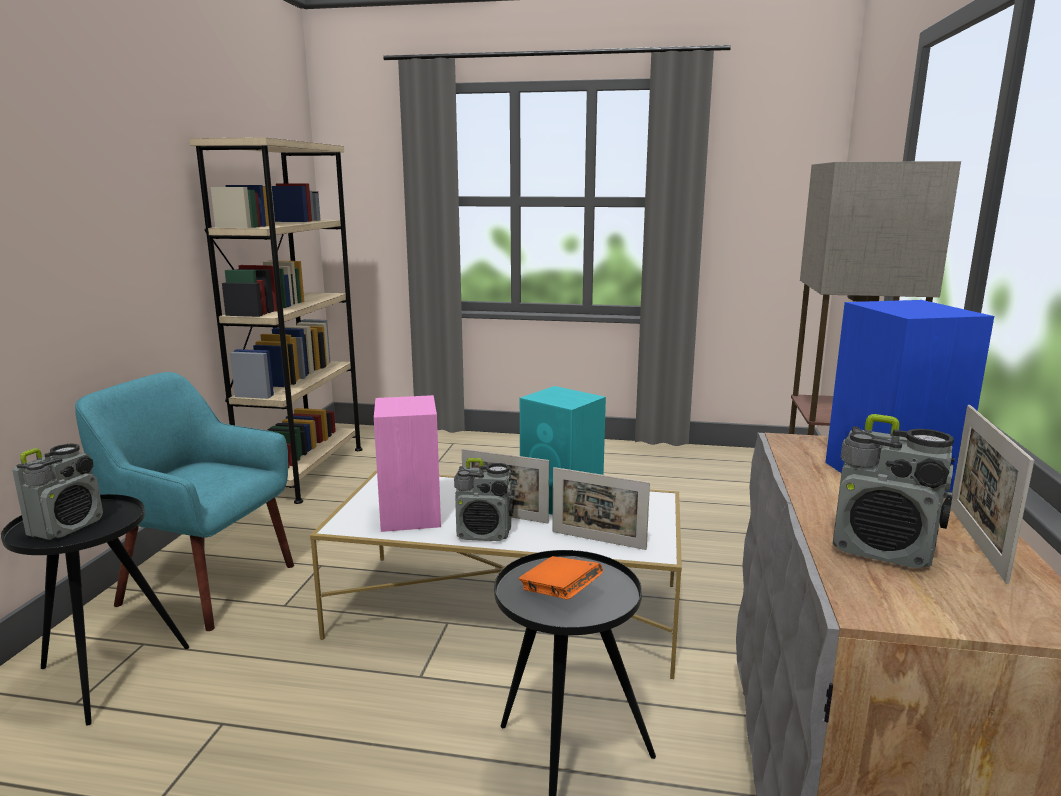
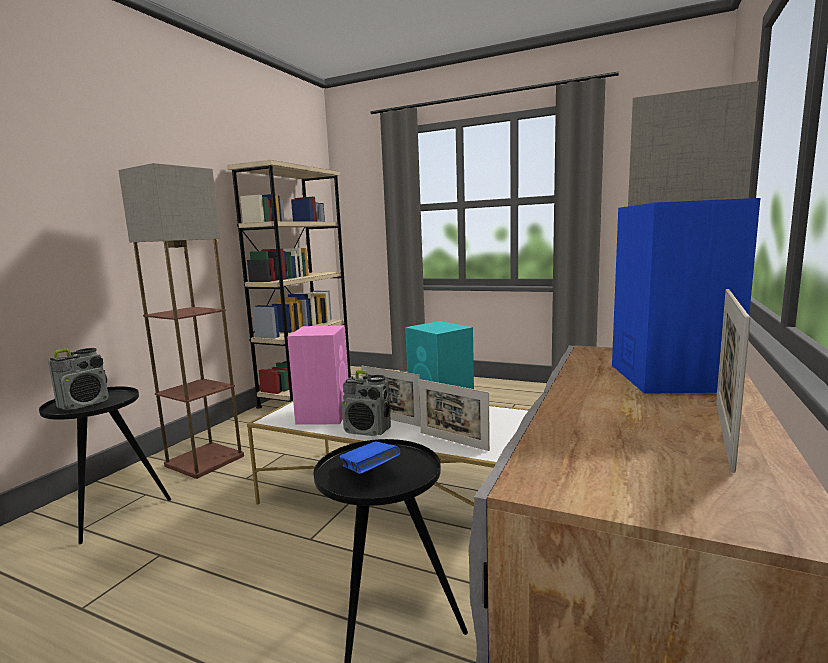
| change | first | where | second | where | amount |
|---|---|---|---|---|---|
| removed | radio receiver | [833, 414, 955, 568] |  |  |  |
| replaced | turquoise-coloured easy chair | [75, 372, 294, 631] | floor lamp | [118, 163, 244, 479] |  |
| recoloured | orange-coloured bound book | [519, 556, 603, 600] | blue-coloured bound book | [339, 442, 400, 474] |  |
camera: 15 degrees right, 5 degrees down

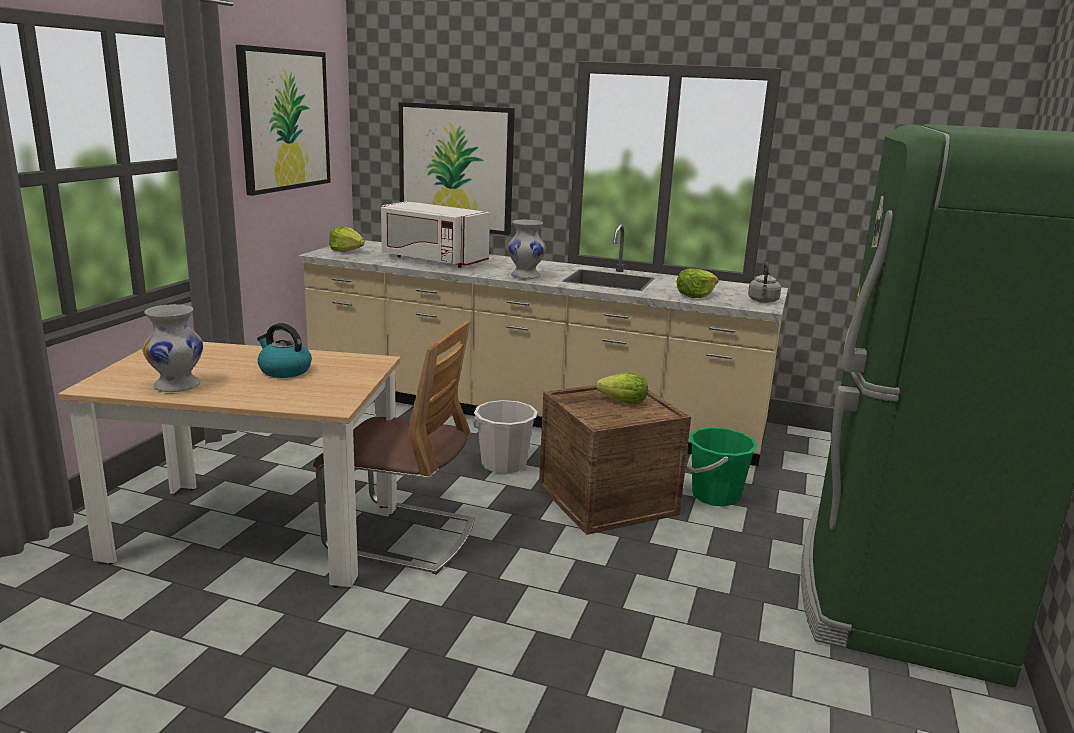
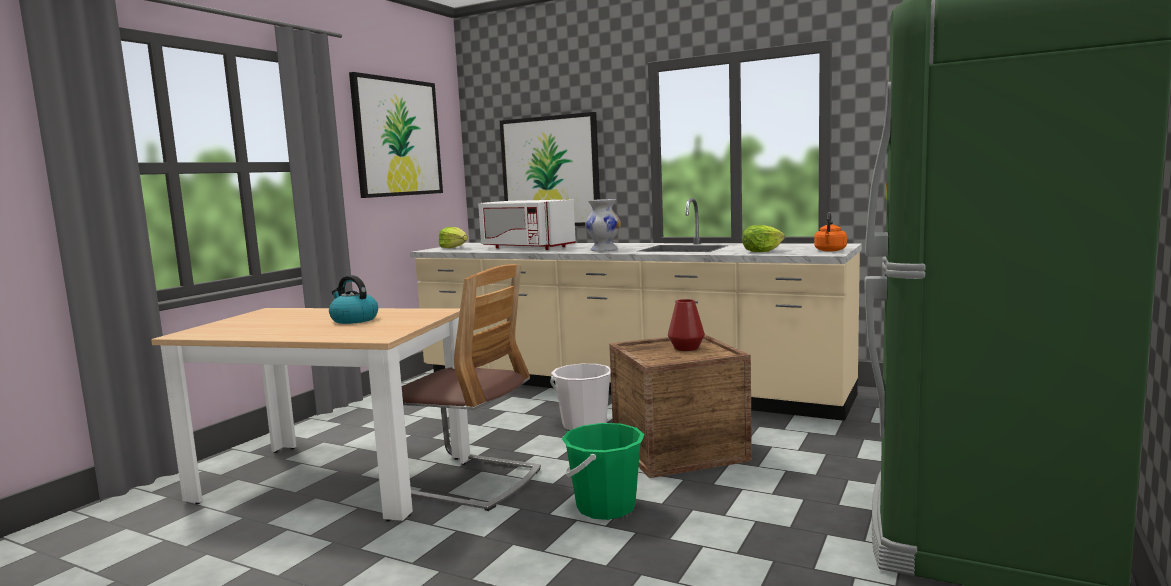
| change | first | where | second | where | amount |
|---|---|---|---|---|---|
| removed | white-coloured flower vase | [142, 304, 203, 392] |  |  |  |
| moved | green-coloured bucket | [687, 427, 758, 507] |  | [562, 423, 644, 520] |  |
| replaced | lettuce | [596, 373, 648, 405] | red-coloured flower vase | [668, 299, 705, 351] |  |
| recoloured | greyish tea kettle | [748, 262, 781, 303] | orange-coloured tea kettle | [814, 212, 847, 251] |  |
camera: 10 degrees right, 10 degrees down

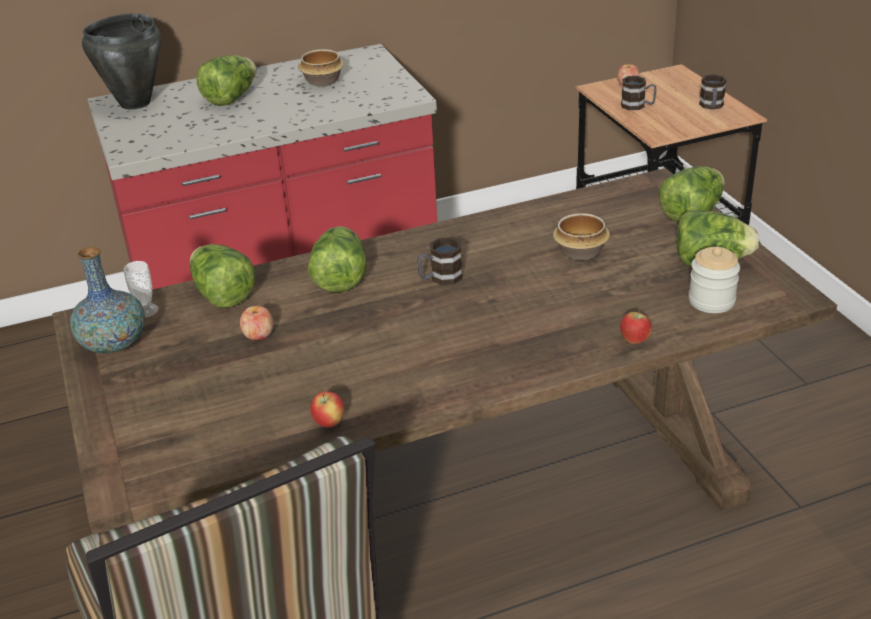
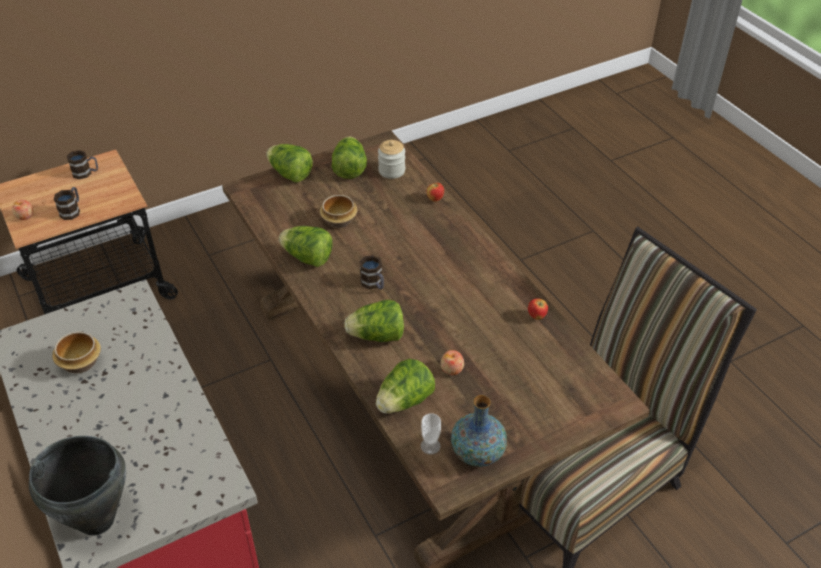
| change | first | where | second | where | amount |
|---|---|---|---|---|---|
| moved | lettuce | [197, 55, 256, 106] |  | [279, 226, 333, 267] |  |
camera: 100 degrees left, 10 degrees up

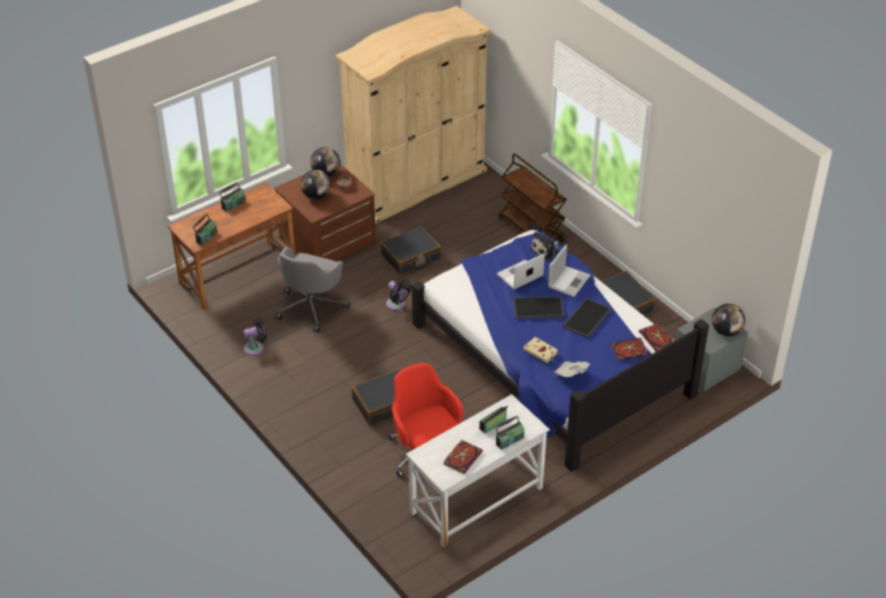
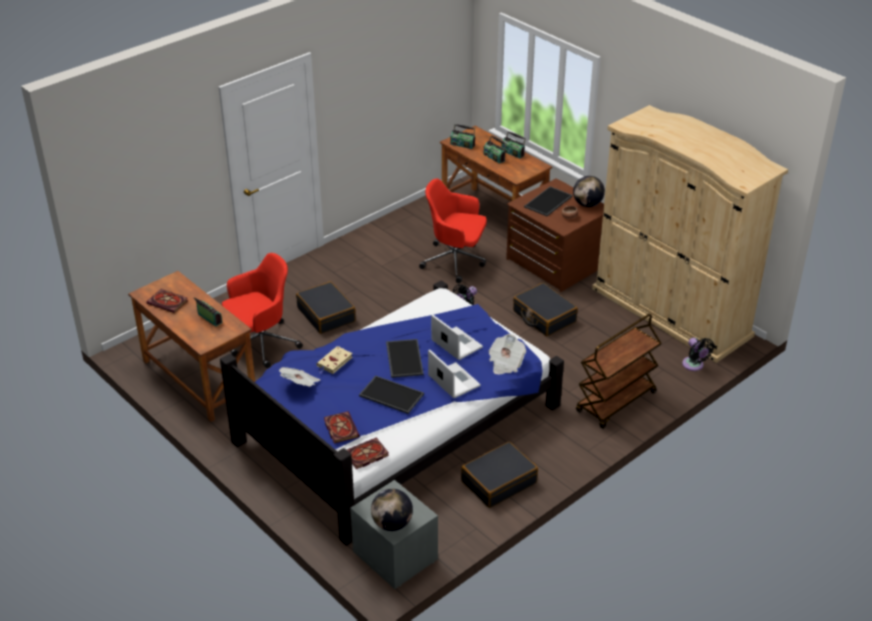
| change | first | where | second | where | amount |
|---|---|---|---|---|---|
| moved | black fan | [244, 317, 267, 356] |  | [682, 338, 714, 371] |  |
| moved | radio receiver | [496, 415, 525, 450] |  | [484, 135, 507, 164] |  |
| replaced | globe | [301, 169, 331, 200] | serving tray | [524, 186, 573, 216] |  |
| replaced | cuddly toy | [530, 232, 559, 260] | daily paper | [488, 334, 526, 374] |  |
| recoloured | greyish computer chair | [276, 246, 350, 332] | red-coloured computer chair | [419, 178, 487, 283] |  |
| recoloured | white-coloured desk unit | [406, 394, 550, 548] | brown desk unit | [128, 271, 255, 422] |  |
| turned | laptop | [548, 245, 590, 297] |  | [428, 349, 481, 398] | 150 degrees counterclockwise |
camera: 85 degrees right, 5 degrees down

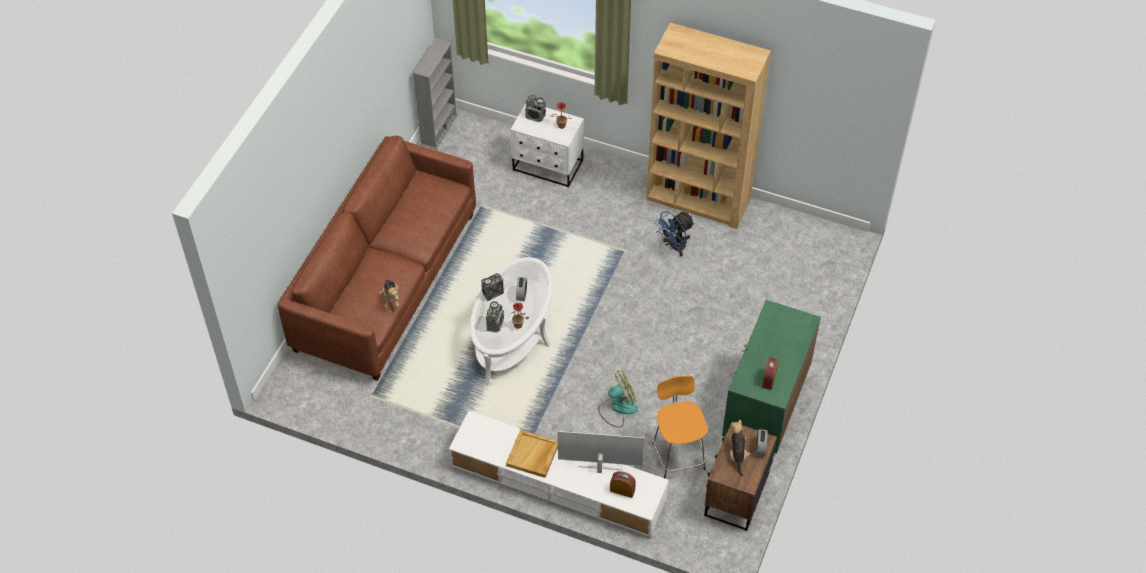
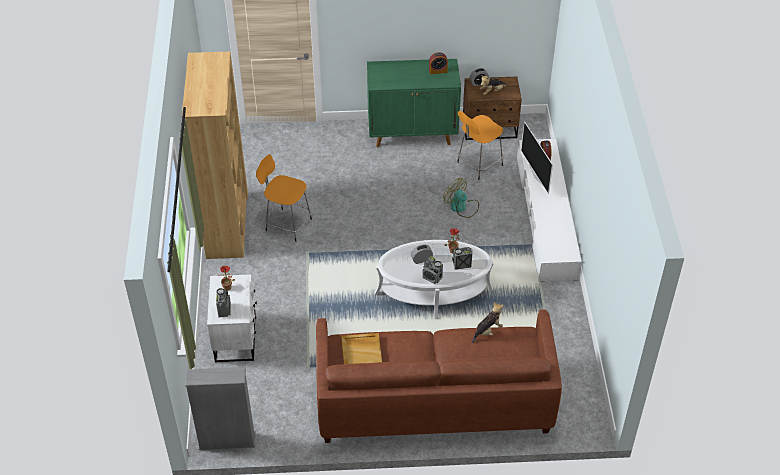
| change | first | where | second | where | amount |
|---|---|---|---|---|---|
| moved | beige-coloured serving tray | [506, 430, 558, 478] |  | [341, 333, 382, 364] |  |
| replaced | blue-coloured fan | [654, 211, 695, 256] | orange-coloured stool | [256, 154, 312, 242] |  |
camera: 115 degrees left, 5 degrees down

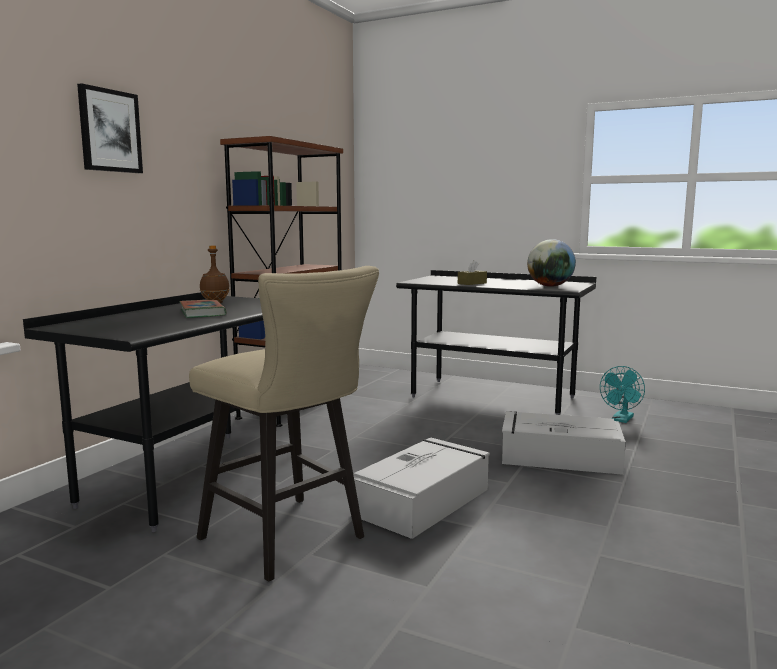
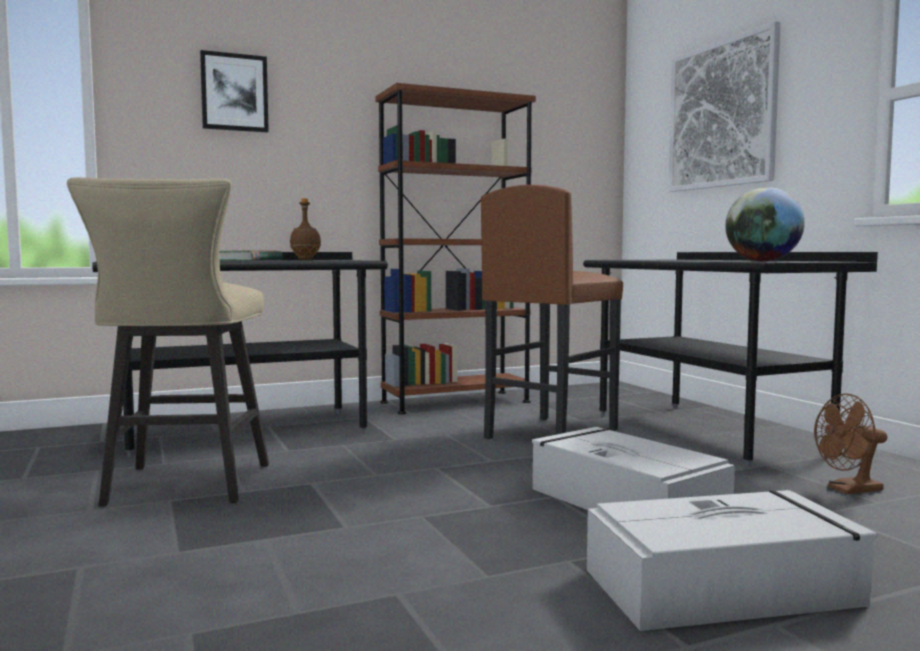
| change | first | where | second | where | amount |
|---|---|---|---|---|---|
| removed | brown box of tissues | [458, 260, 487, 285] |  |  |  |
| added |  |  | brown stool | [481, 185, 623, 439] |  |
| added |  |  | picture | [668, 21, 781, 192] |  |
| moved | greyish storage bin | [350, 437, 490, 539] |  | [587, 490, 877, 631] |  |
| recoloured | turquoise-coloured fan | [600, 366, 645, 423] | brown fan | [814, 393, 888, 494] |  |
camera: 40 degrees right, 5 degrees down

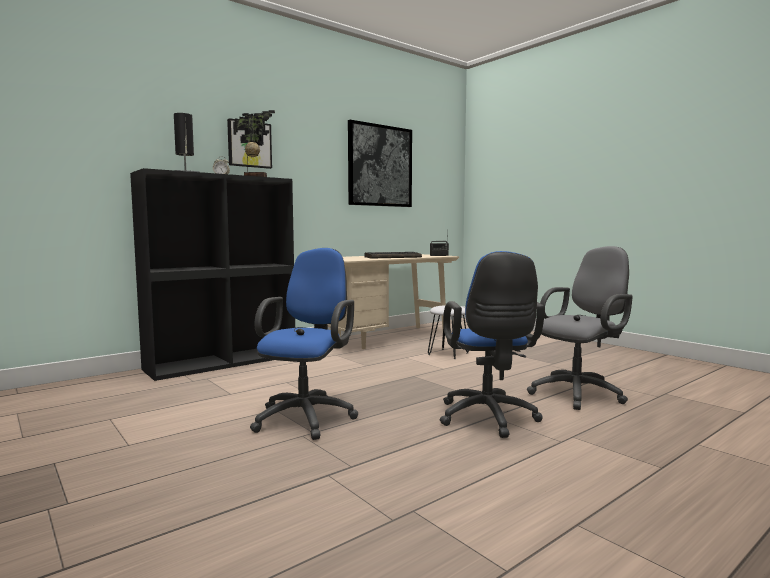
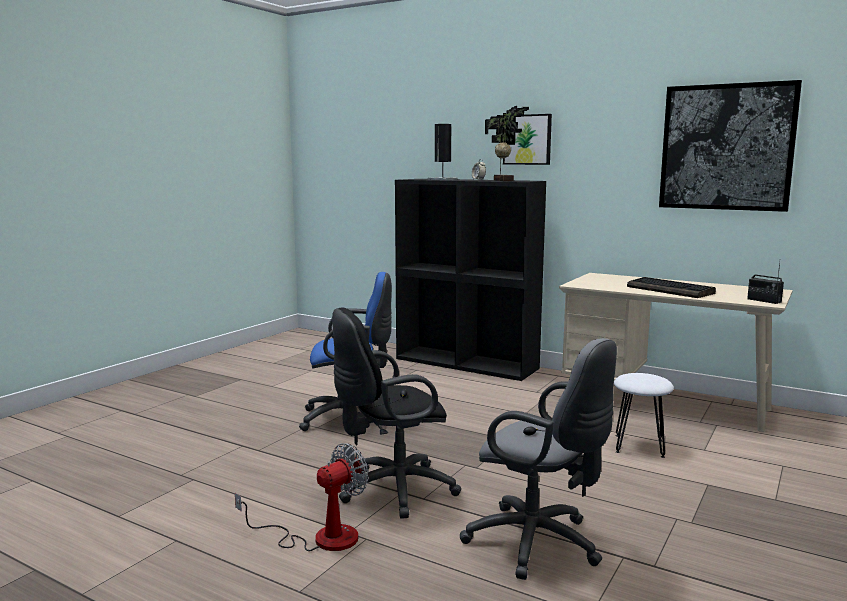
| change | first | where | second | where | amount |
|---|---|---|---|---|---|
| added |  |  | fan | [235, 443, 369, 551] |  |
| recoloured | blue-coloured computer chair | [440, 251, 545, 438] | black computer chair | [332, 308, 461, 519] |  |
camera: 70 degrees right, 5 degrees up

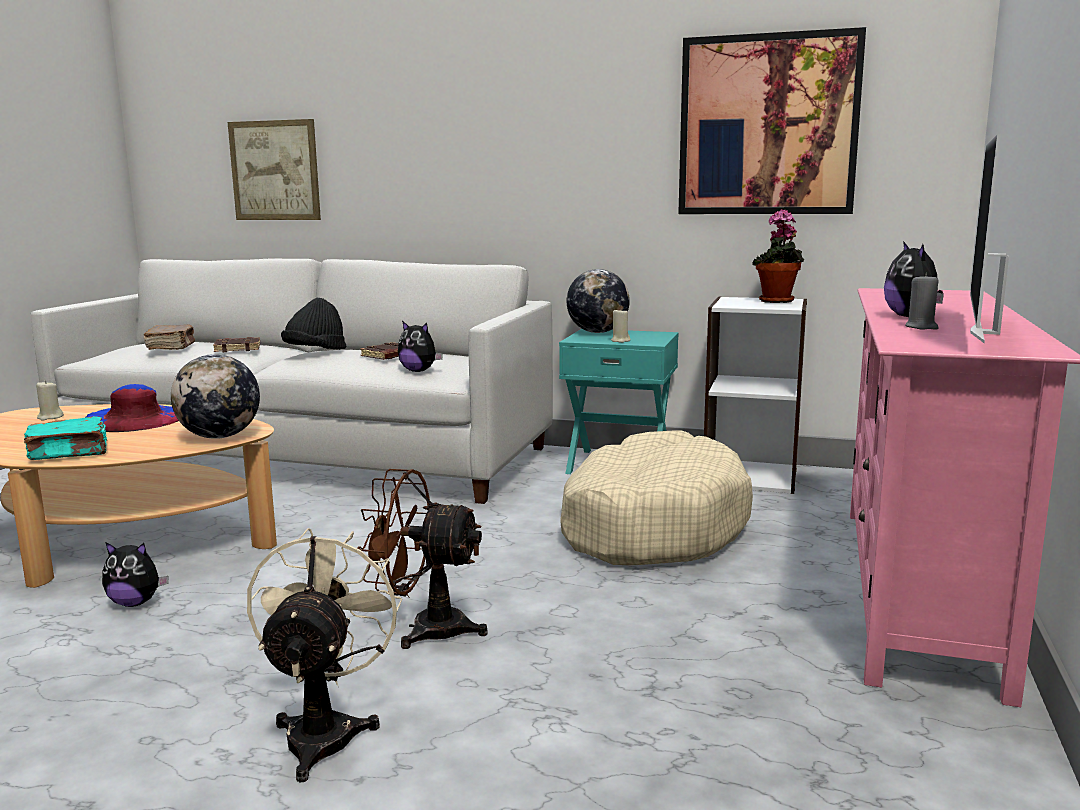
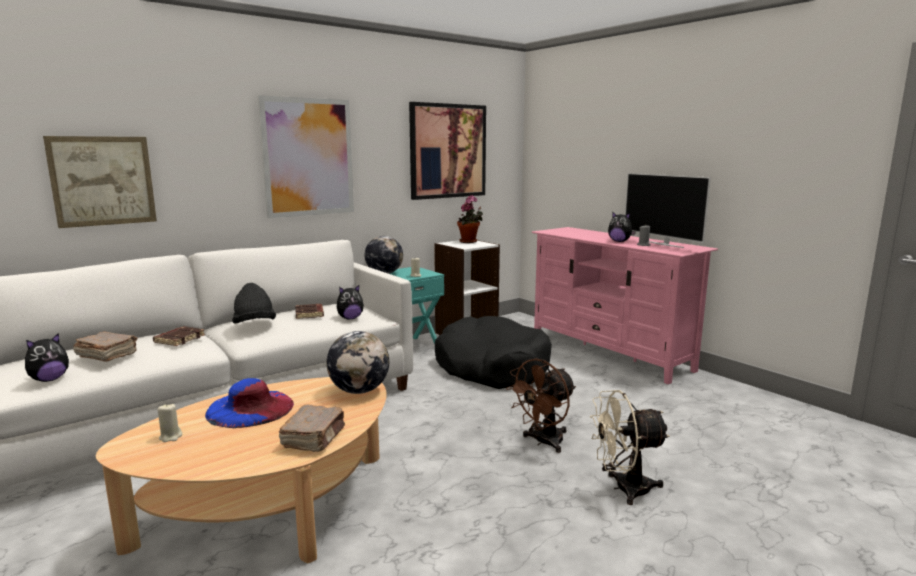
| change | first | where | second | where | amount |
|---|---|---|---|---|---|
| added |  |  | picture | [257, 95, 354, 218] |  |
| moved | cuddly toy | [102, 542, 169, 607] |  | [25, 333, 69, 382] |  |
| recoloured | turquoise-coloured bound book | [24, 416, 107, 460] | brown bound book | [279, 404, 345, 452] |  |
| recoloured | beige-coloured dog bed | [560, 430, 753, 565] | black dog bed | [435, 316, 552, 389] |  |
| turned | beige-coloured fan | [247, 528, 402, 783] |  | [590, 390, 670, 505] | 45 degrees counterclockwise |
camera: 55 degrees left, 0 degrees up

